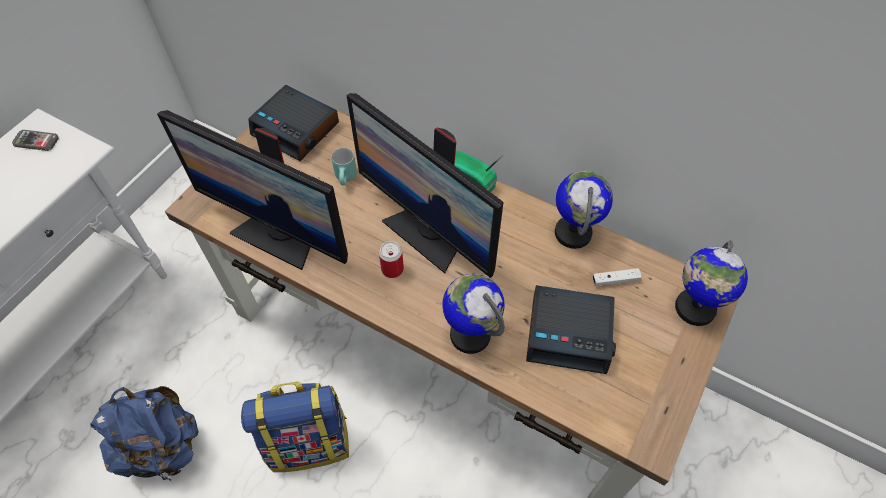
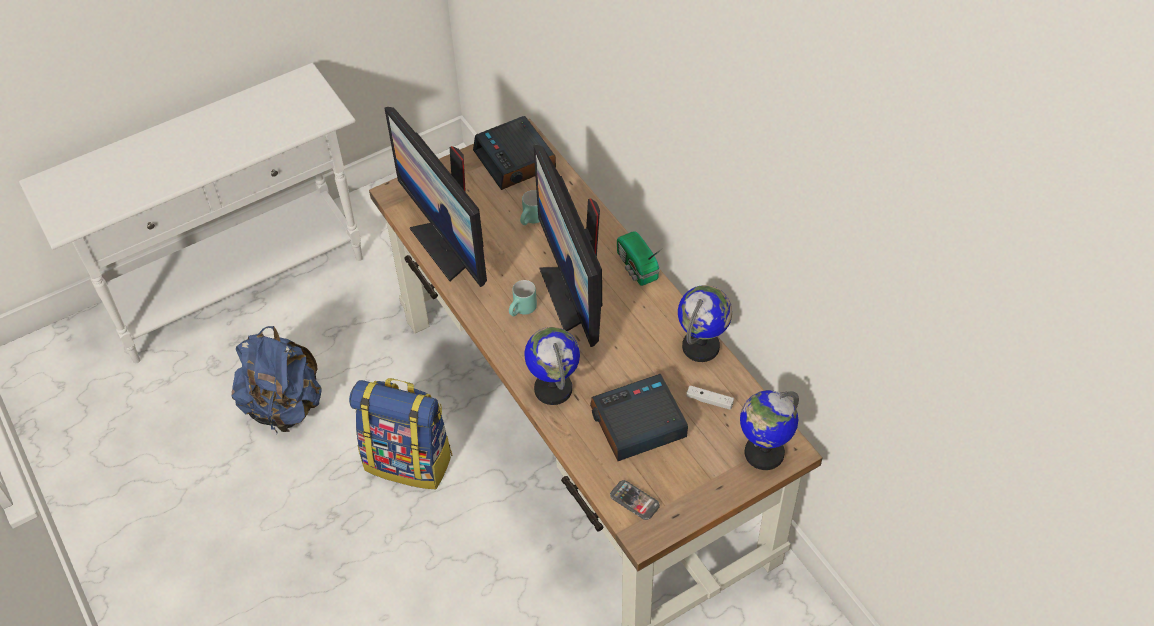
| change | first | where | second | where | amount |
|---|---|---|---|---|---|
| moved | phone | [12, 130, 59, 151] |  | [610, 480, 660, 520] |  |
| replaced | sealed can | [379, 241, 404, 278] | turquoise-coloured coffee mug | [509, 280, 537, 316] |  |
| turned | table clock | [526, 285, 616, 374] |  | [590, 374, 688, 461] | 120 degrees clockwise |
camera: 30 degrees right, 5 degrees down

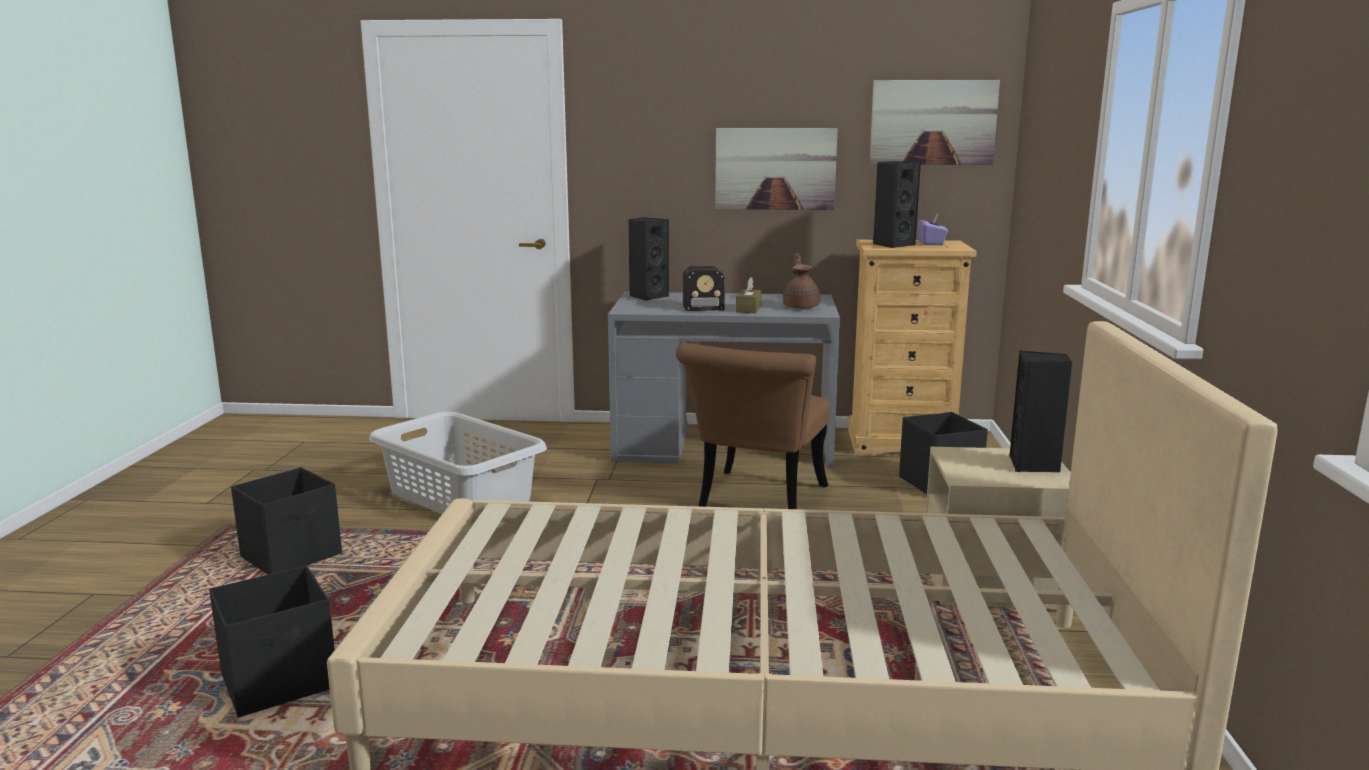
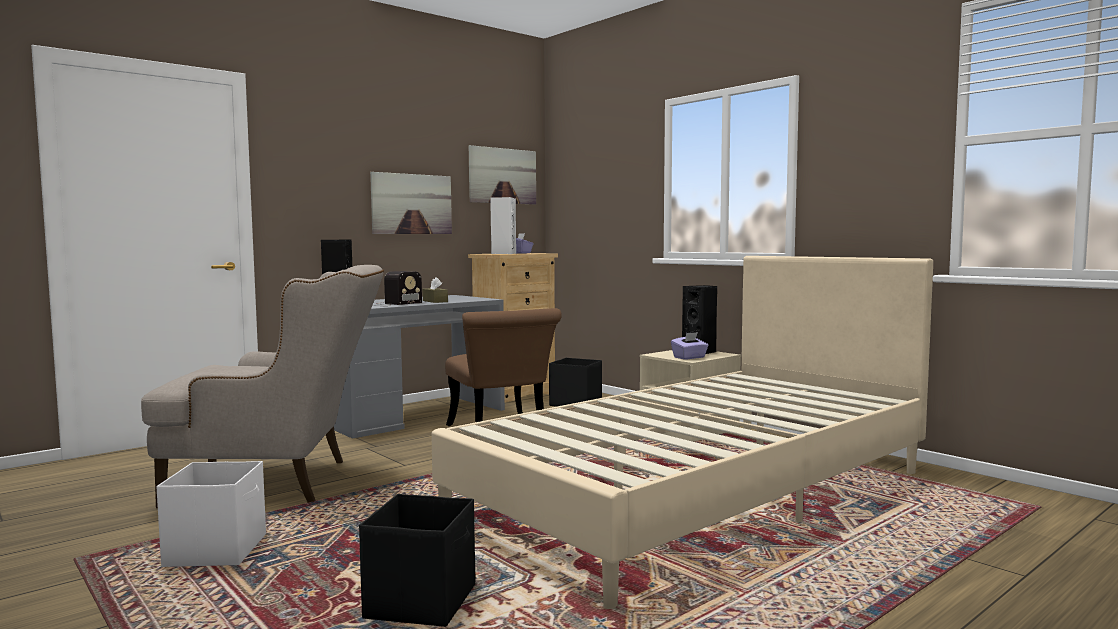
| change | first | where | second | where | amount |
|---|---|---|---|---|---|
| removed | brown tea pot | [783, 253, 820, 309] |  |  |  |
| added |  |  | purple-coloured box of tissues | [671, 332, 709, 360] |  |
| replaced | greyish laundry basket | [369, 412, 547, 514] | beige-coloured easy chair | [141, 265, 384, 508] |  |
| recoloured | black storage bin | [231, 467, 342, 574] | white-coloured storage bin | [157, 461, 266, 567] |  |
| recoloured | black speaker | [873, 161, 921, 248] | white-coloured speaker | [490, 197, 516, 254] |  |
camera: 45 degrees left, 10 degrees down

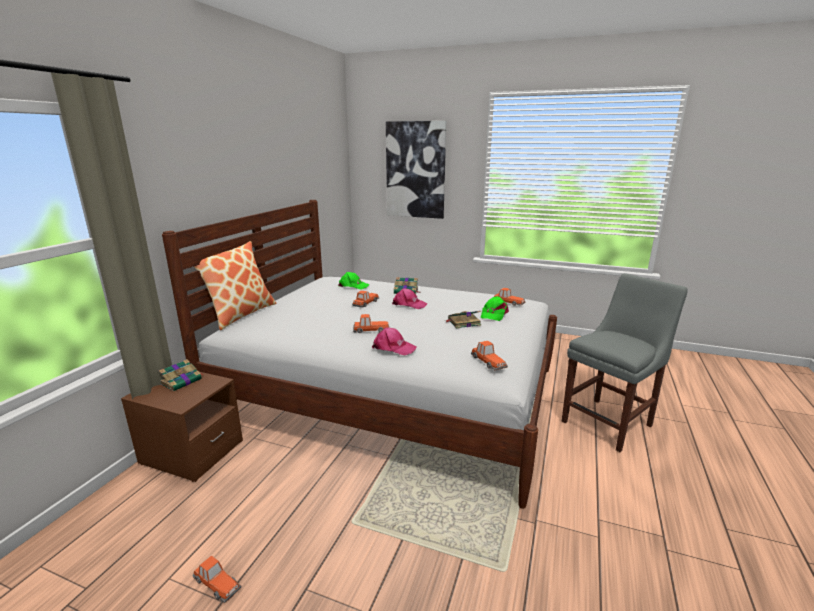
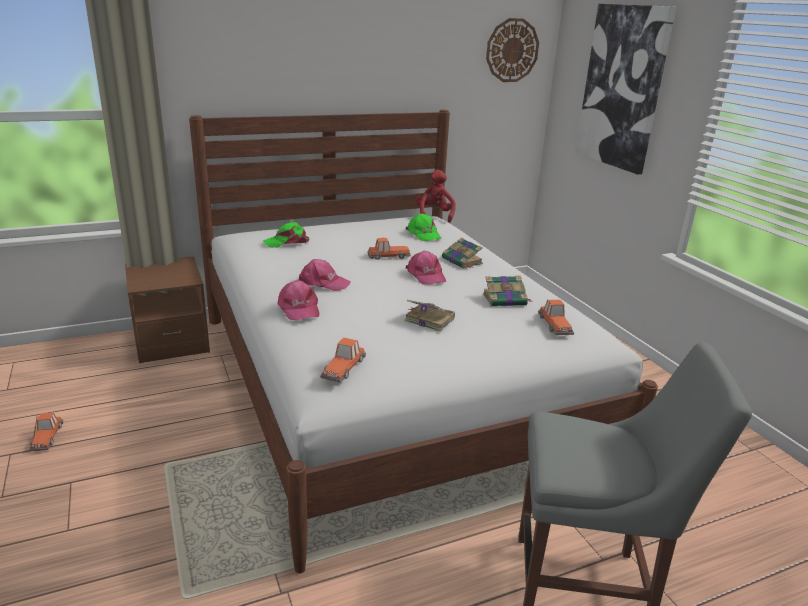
| change | first | where | second | where | amount |
|---|---|---|---|---|---|
| removed | throw pillow | [194, 241, 276, 330] |  |  |  |
| added |  |  | red-coloured cuddly toy | [415, 170, 456, 223] |  |
| added |  |  | wall clock | [486, 18, 539, 82] |  |
| moved | bound book | [159, 359, 204, 391] |  | [483, 276, 531, 306] |  |
| moved | green-coloured peaked cap | [481, 296, 509, 321] |  | [263, 222, 309, 248] |  |
| replaced | toy car | [353, 314, 389, 333] | pink peaked cap | [299, 259, 351, 291] |  |
camera: 45 degrees right, 5 degrees up

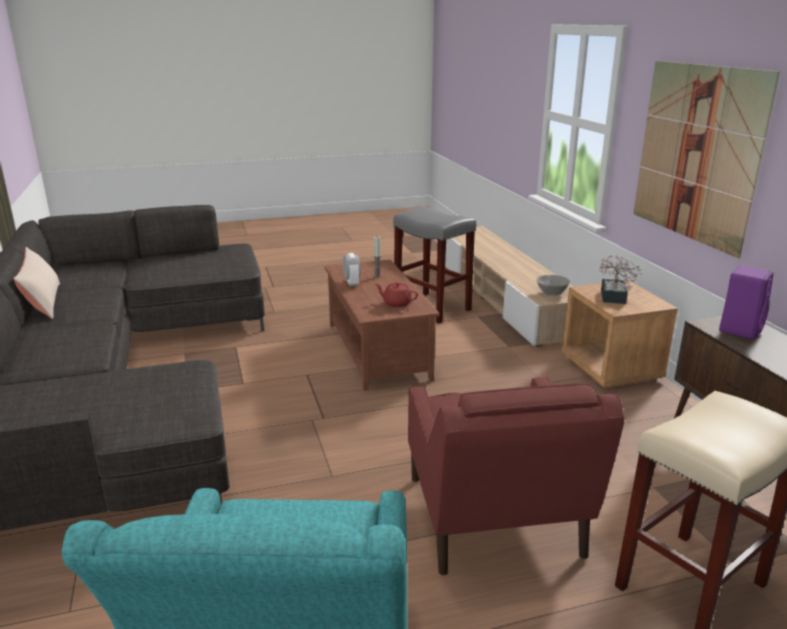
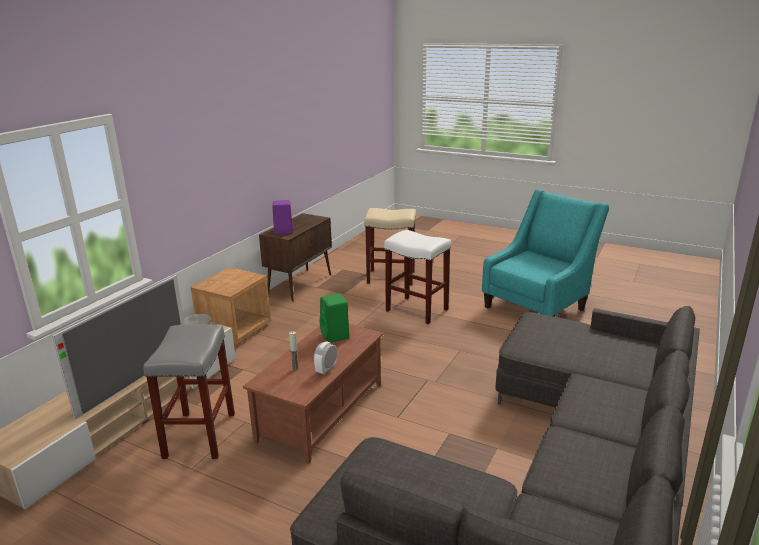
| change | first | where | second | where | amount |
|---|---|---|---|---|---|
| removed | beige-coloured throw pillow | [13, 247, 60, 319] |  |  |  |
| removed | houseplant | [598, 256, 642, 304] |  |  |  |
| removed | picture | [633, 61, 780, 258] |  |  |  |
| added |  |  | TV | [52, 275, 185, 419] |  |
| replaced | red-coloured tea pot | [375, 282, 418, 307] | green-coloured speaker | [320, 293, 350, 343] |  |
| replaced | red-coloured easy chair | [408, 377, 624, 575] | white-coloured stool | [384, 230, 451, 324] |  |
camera: 135 degrees left, 0 degrees up

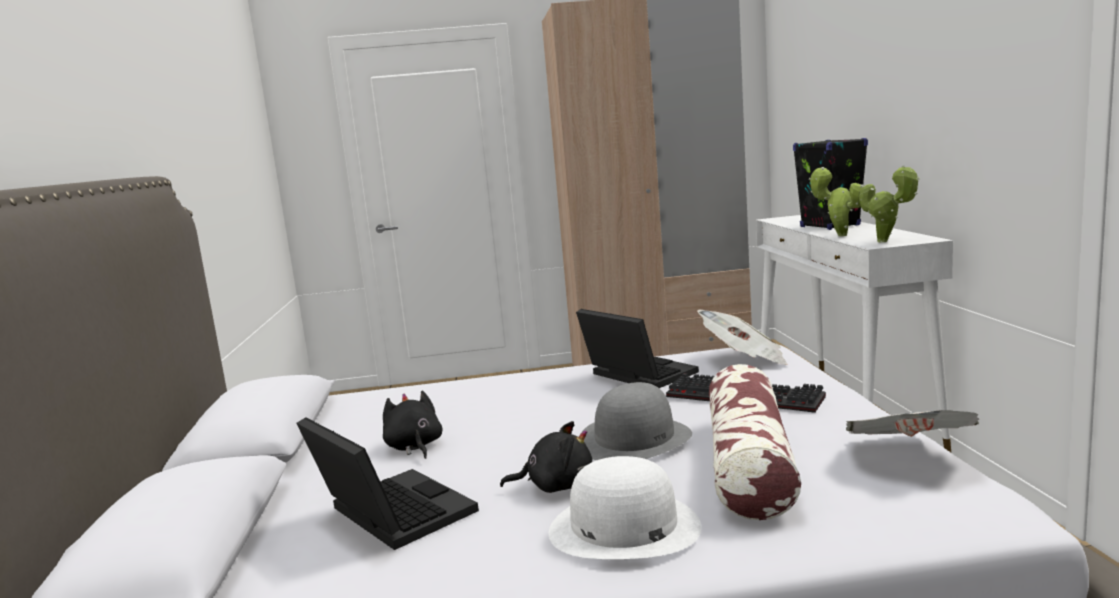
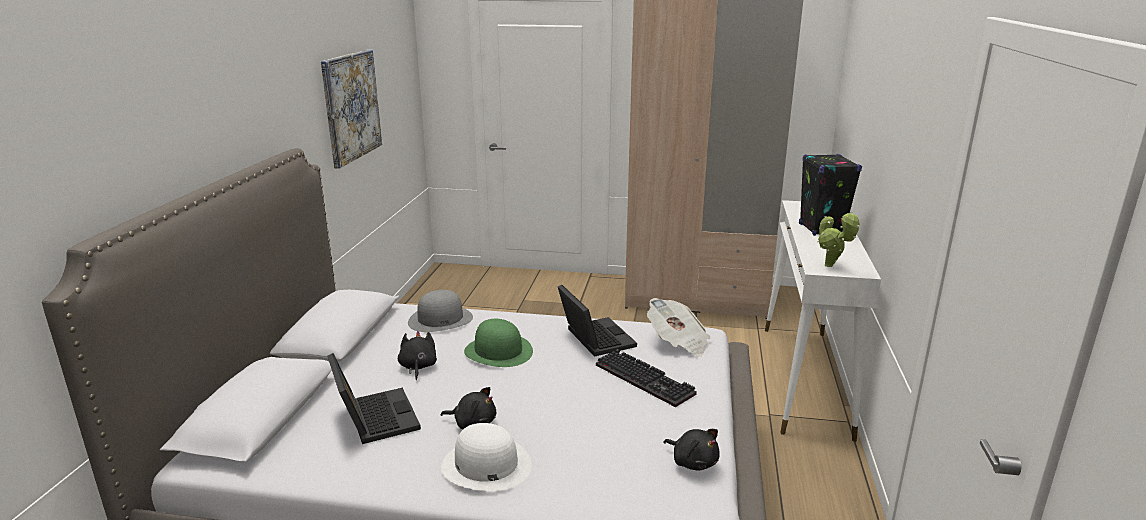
| change | first | where | second | where | amount |
|---|---|---|---|---|---|
| removed | throw pillow | [709, 364, 801, 520] |  |  |  |
| removed | houseplant | [809, 167, 863, 236] |  |  |  |
| added |  |  | picture | [321, 49, 382, 169] |  |
| added |  |  | green-coloured wearable hat | [464, 319, 533, 367] |  |
| moved | greyish wearable hat | [579, 382, 692, 460] |  | [408, 290, 473, 332] |  |
| replaced | daily paper | [846, 410, 980, 437] | black cuddly toy | [663, 429, 720, 471] |  |
camera: 15 degrees right, 10 degrees up

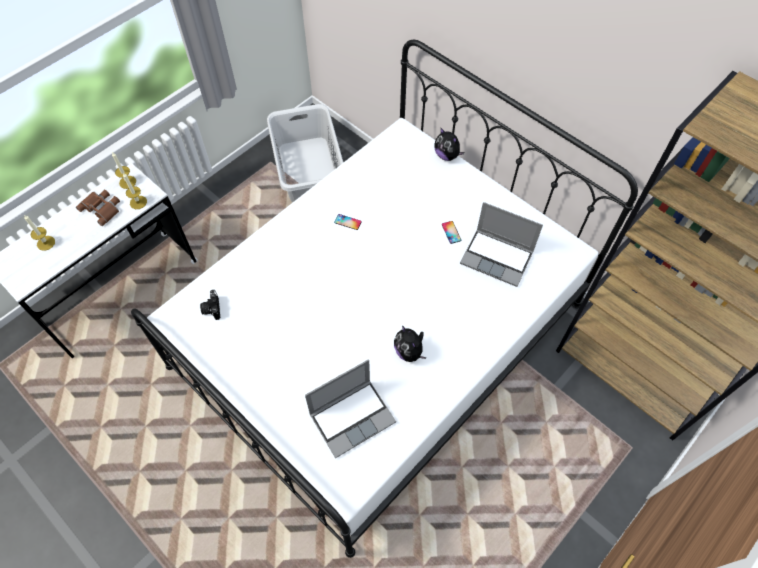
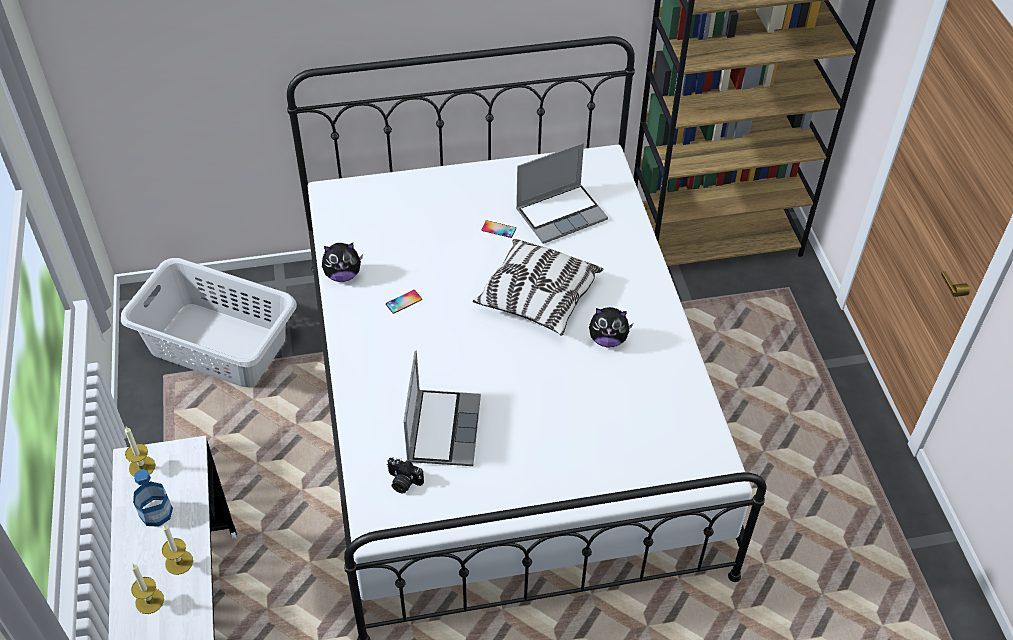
| change | first | where | second | where | amount |
|---|---|---|---|---|---|
| added |  |  | throw pillow | [473, 239, 604, 336] |  |
| moved | wax candle | [123, 173, 147, 209] |  | [162, 524, 193, 575] |  |
| moved | laptop | [305, 360, 396, 458] |  | [403, 350, 481, 466] |  |
| moved | cuddly toy | [434, 128, 464, 161] |  | [322, 243, 363, 282] |  |
| replaced | brown pair of binoculars | [76, 190, 120, 226] | drink bottle | [133, 469, 173, 527] |  |
camera: 55 degrees left, 10 degrees down

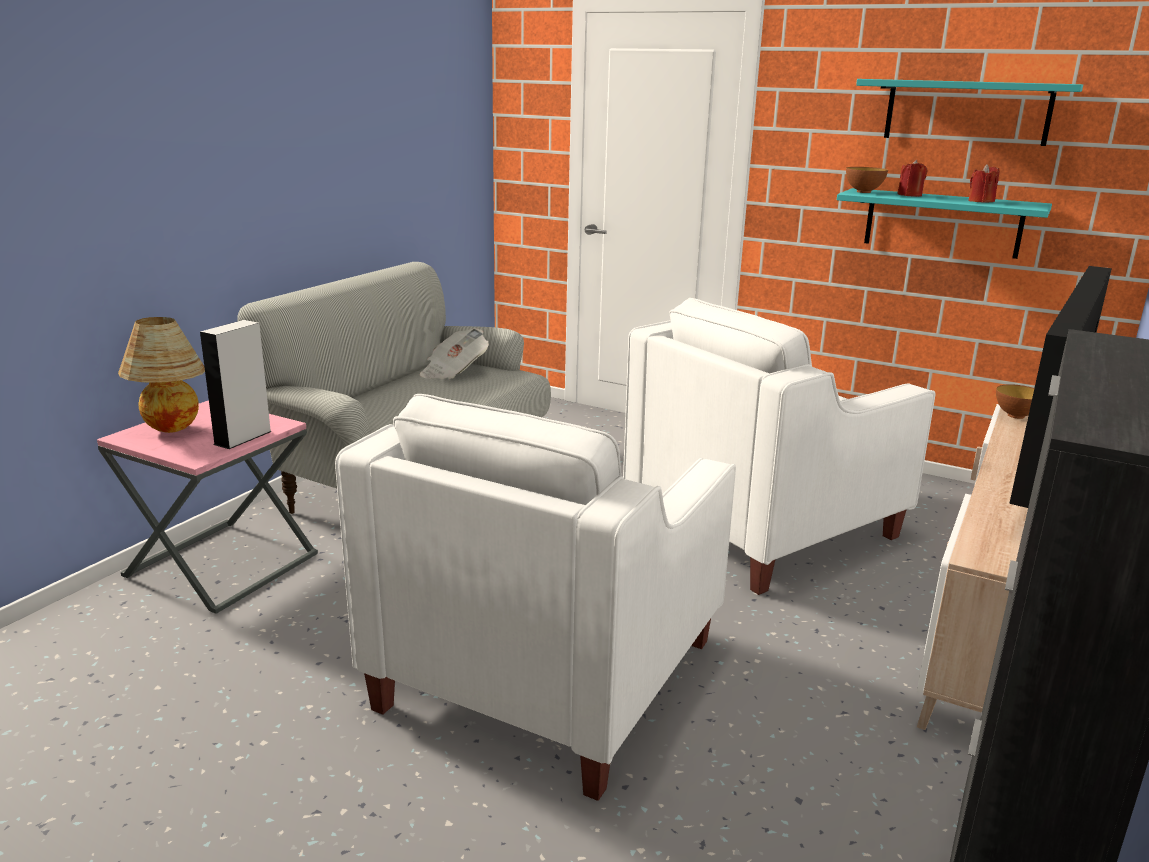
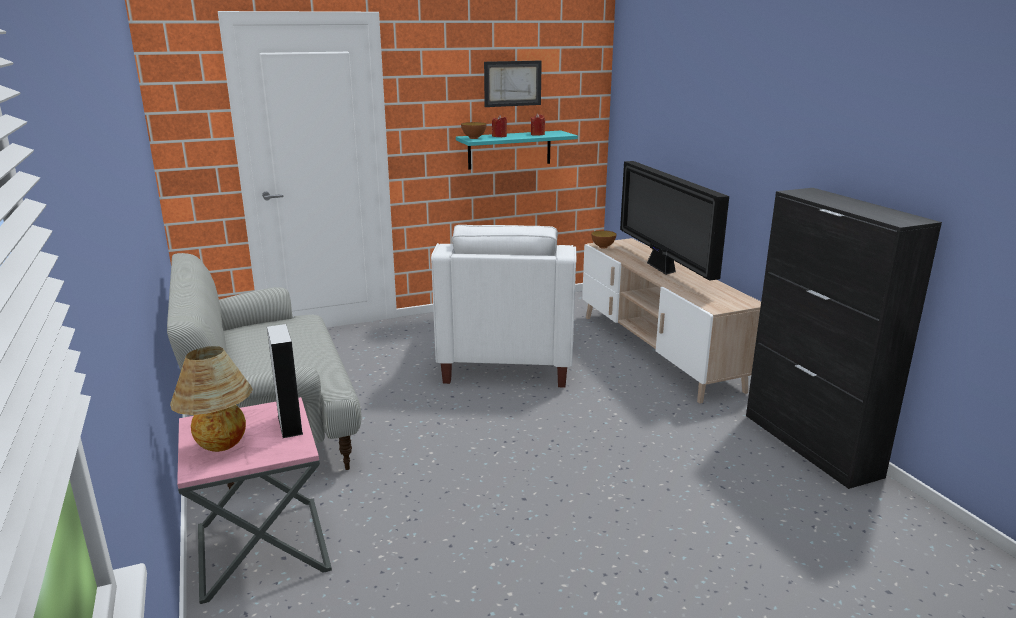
| change | first | where | second | where | amount |
|---|---|---|---|---|---|
| removed | white-coloured easy chair | [335, 394, 736, 801] |  |  |  |
| removed | daily paper | [420, 328, 489, 379] |  |  |  |
| replaced | turquoise-coloured bracket shelf | [856, 79, 1083, 146] | picture | [484, 60, 542, 107] |  |
camera: 50 degrees left, 0 degrees up

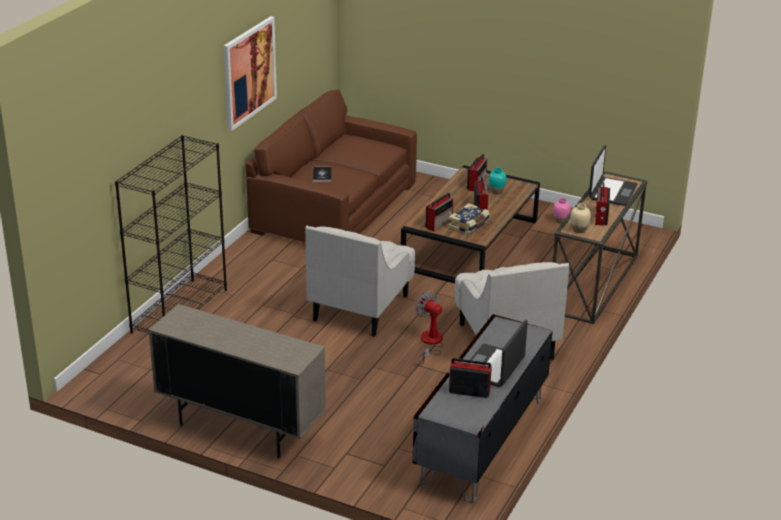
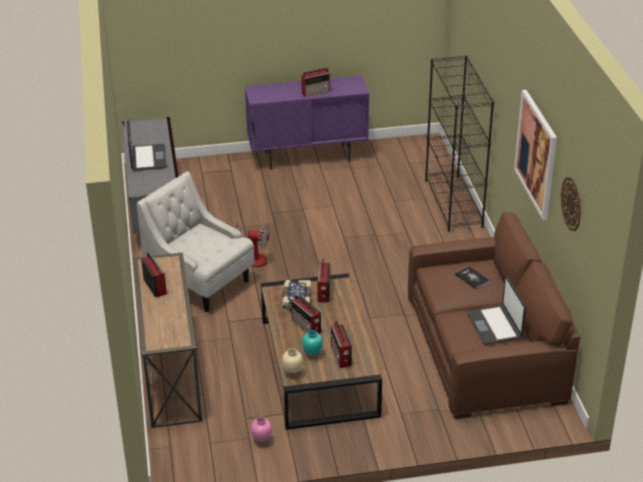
| change | first | where | second | where | amount |
|---|---|---|---|---|---|
| removed | white-coloured easy chair | [305, 226, 415, 337] |  |  |  |
| added |  |  | wall clock | [561, 177, 581, 231] |  |
| moved | radio receiver | [448, 358, 492, 398] |  | [301, 68, 330, 97] |  |
| moved | beige-coloured flower vase | [571, 203, 591, 233] |  | [282, 348, 303, 378] |  |
| moved | laptop | [589, 145, 638, 206] |  | [467, 276, 526, 345] |  |
| recoloured | beige-coloured storage cabinet | [148, 304, 326, 458] | purple-coloured storage cabinet | [245, 76, 369, 170] |  |
camera: 145 degrees right, 5 degrees up

